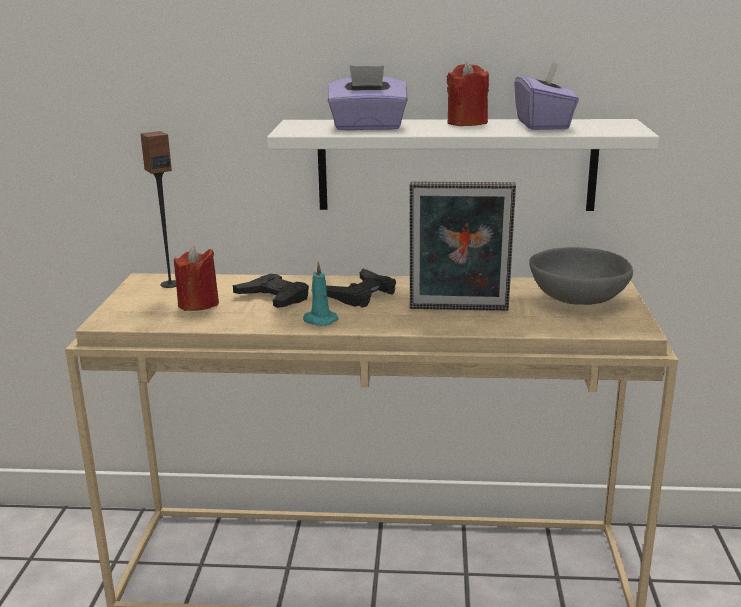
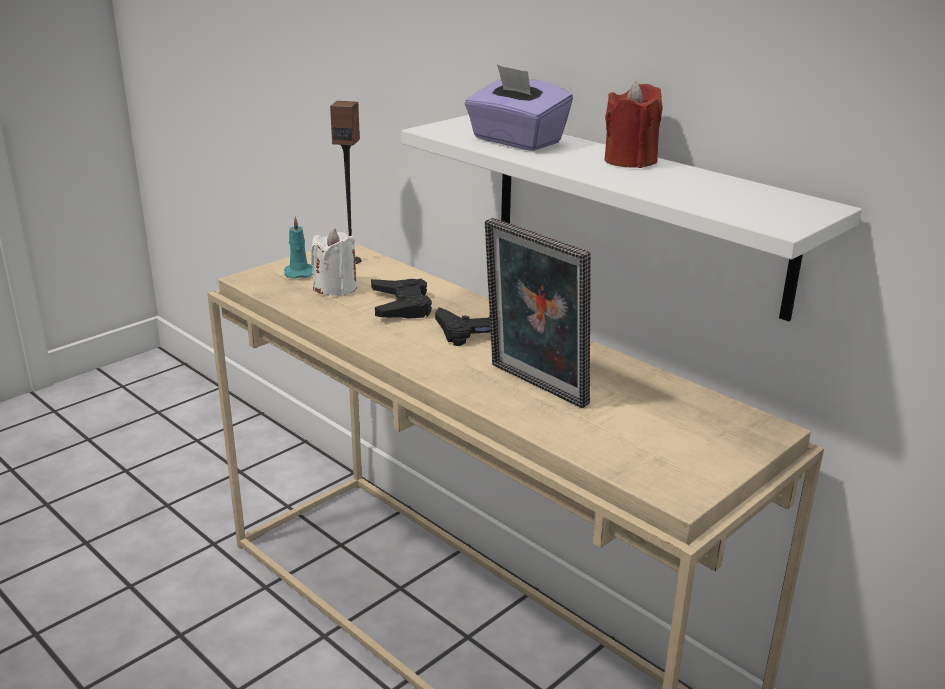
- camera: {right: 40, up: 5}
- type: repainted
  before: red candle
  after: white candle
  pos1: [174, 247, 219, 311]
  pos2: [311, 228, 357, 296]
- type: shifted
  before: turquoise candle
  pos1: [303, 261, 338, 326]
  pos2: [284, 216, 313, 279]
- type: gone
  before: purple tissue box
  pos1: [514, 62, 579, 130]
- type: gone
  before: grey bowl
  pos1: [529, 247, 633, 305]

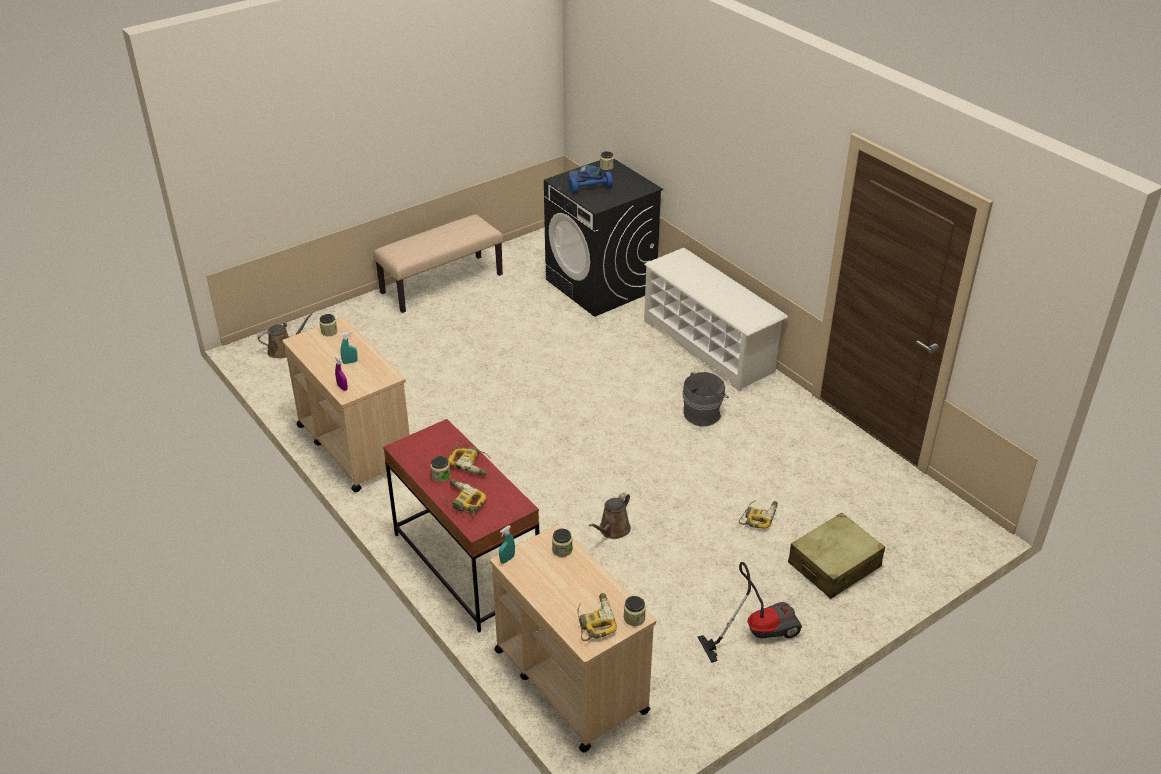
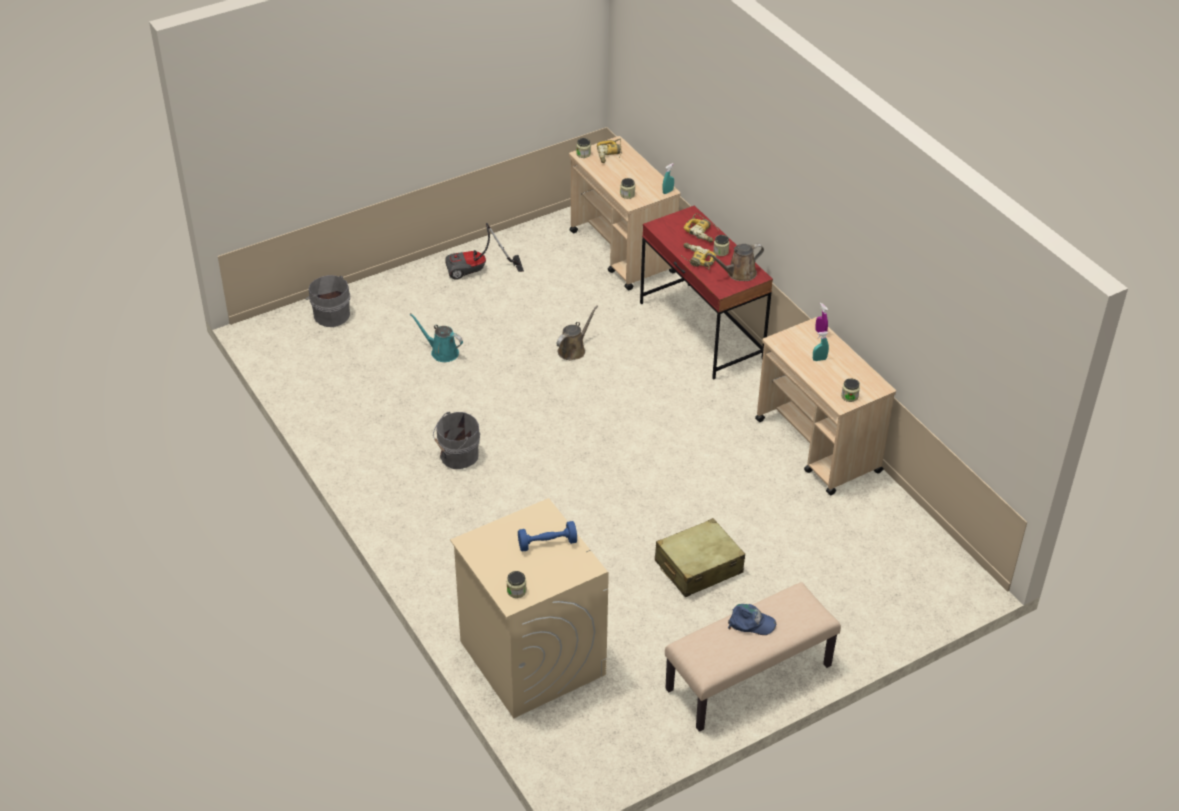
- camera: {right: -175, up: 5}
- type: shifted
  before: brown watering can
  pos1: [258, 313, 313, 358]
  pos2: [707, 243, 764, 281]
- type: repainted
  before: black washing machine
  after: beige washing machine
  pos1: [544, 159, 663, 317]
  pos2: [450, 498, 609, 718]
- type: shifted
  before: blue cap
  pos1: [568, 165, 604, 182]
  pos2: [728, 604, 776, 635]
- type: gone
  before: white shoe rack
  pos1: [644, 248, 788, 392]
- type: swapped
  before: power drill
  after: turquoise watering can
  pos1: [739, 500, 778, 528]
  pos2: [410, 313, 463, 362]
- type: shifted
  before: beige suitcase
  pos1: [788, 512, 885, 599]
  pos2: [655, 518, 745, 597]
- type: new
  after: grey bucket
  pos2: [306, 275, 350, 327]

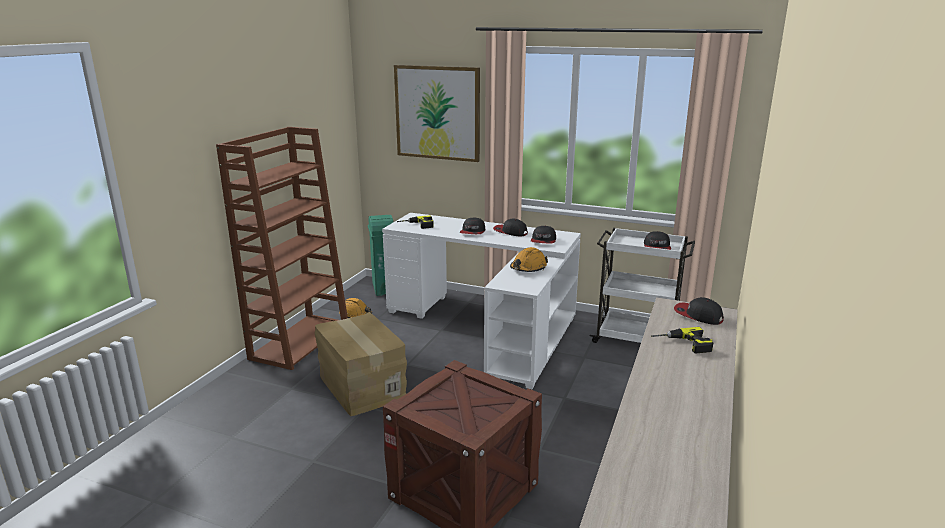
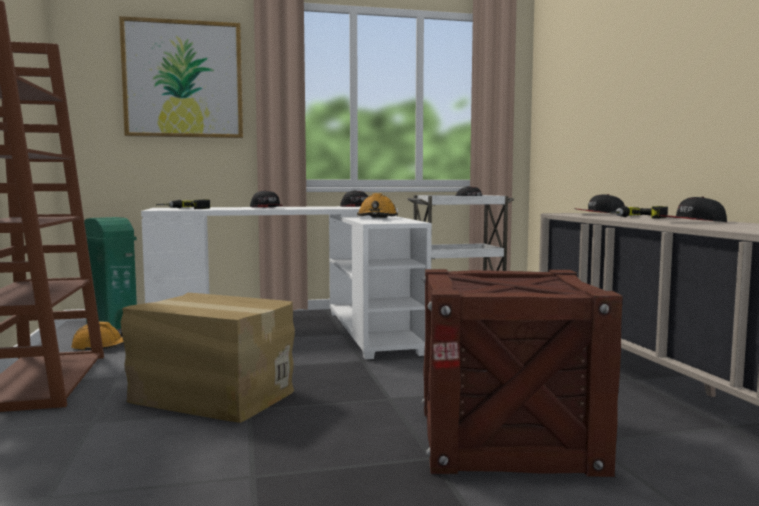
- camera: {right: -35, up: -15}
- type: shifted
  before: cap
  pos1: [493, 219, 528, 236]
  pos2: [658, 197, 727, 222]

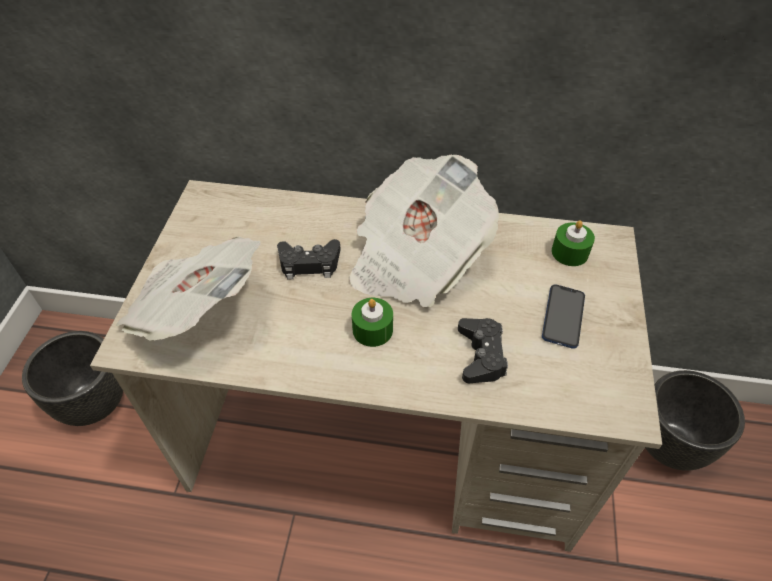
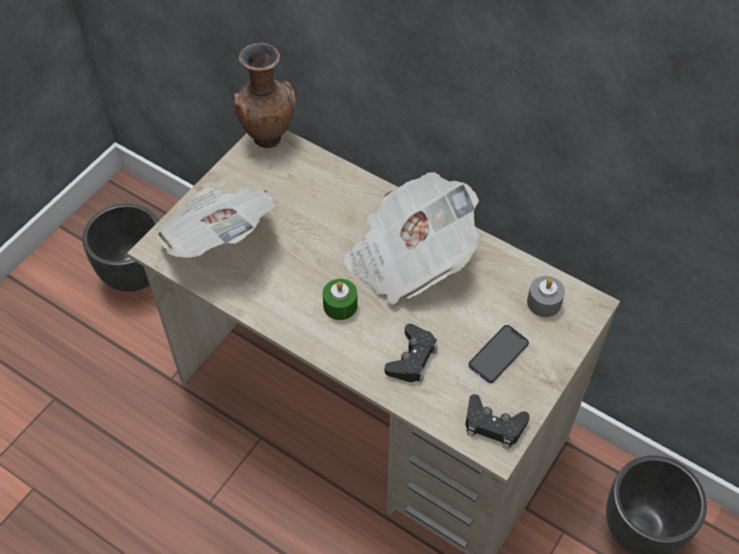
- camera: {right: 25, up: 5}
- type: shifted
  before: black game controller
  pos1: [277, 239, 341, 280]
  pos2: [465, 394, 530, 449]
- type: repainted
  before: green candle
  after: grey candle
  pos1: [551, 220, 595, 266]
  pos2: [527, 276, 565, 317]
- type: new
  after: brown vase
  pos2: [233, 43, 296, 148]

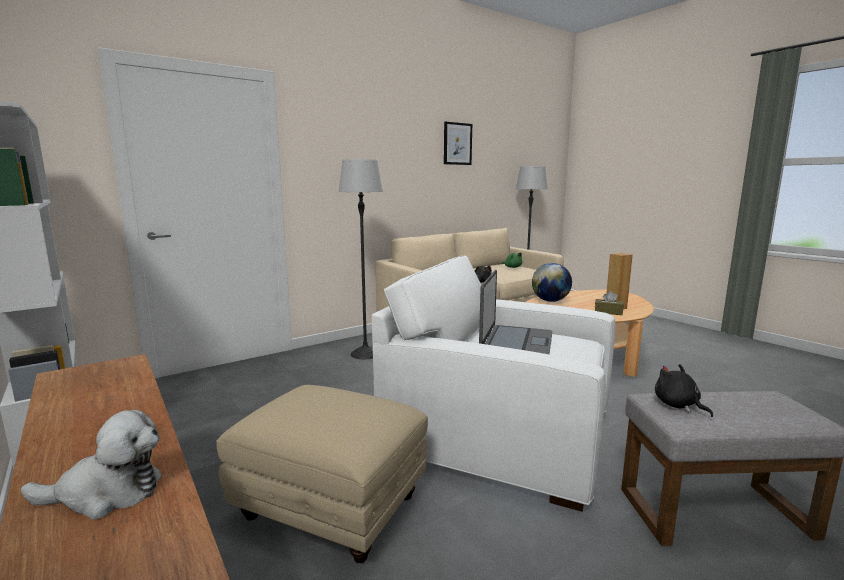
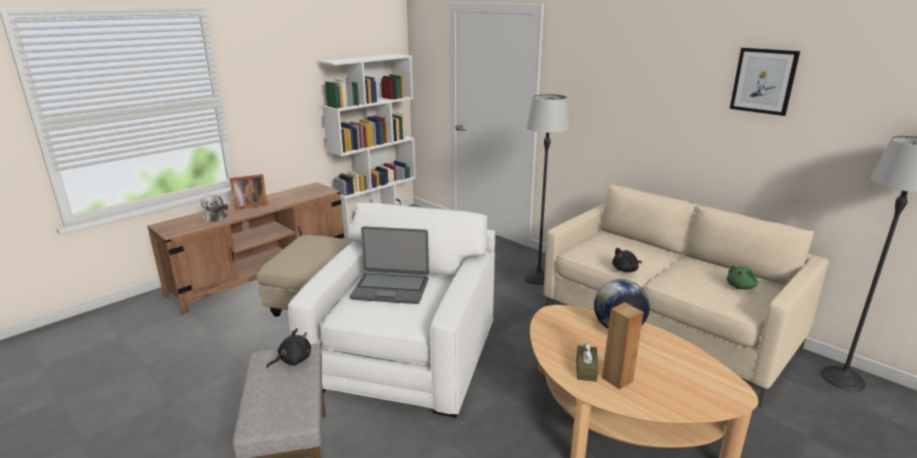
- camera: {right: 80, up: 10}
- type: new
  after: picture frame
  pos2: [230, 174, 268, 210]

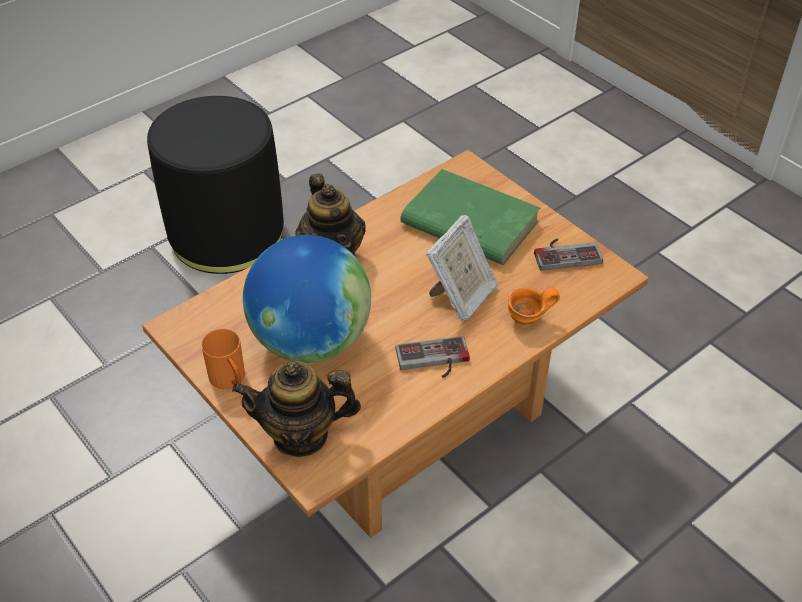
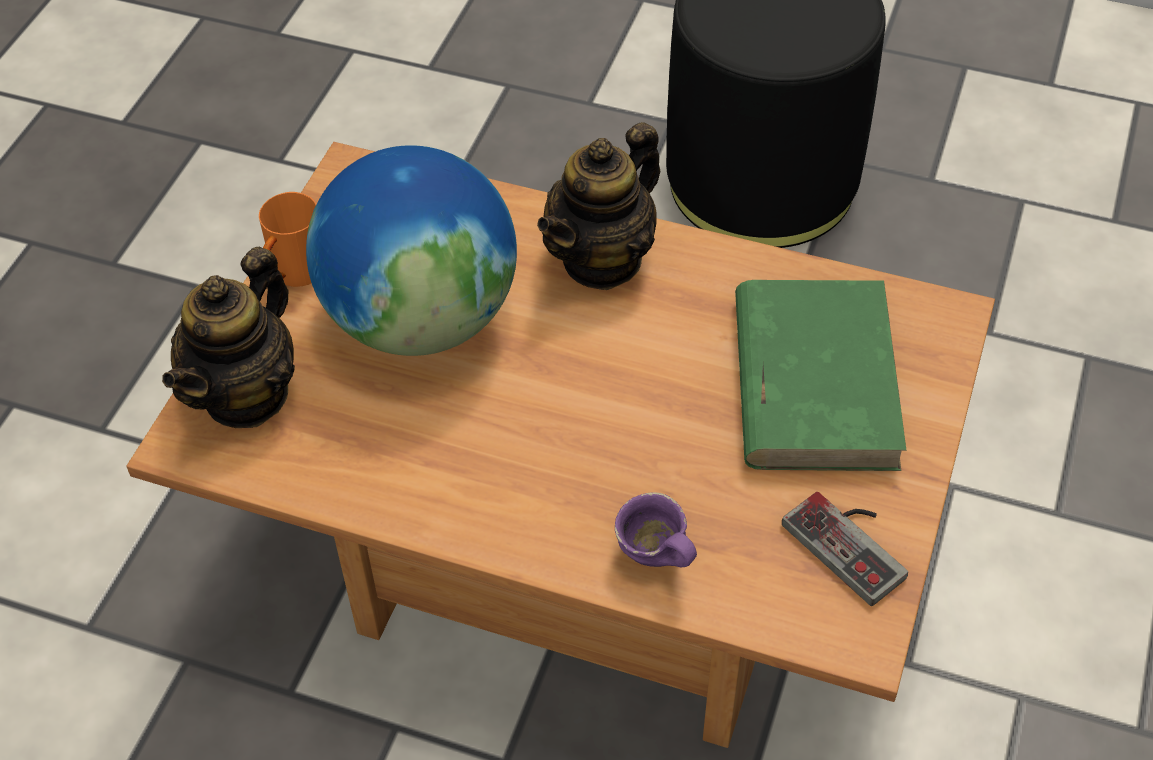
- camera: {right: 60, up: 5}
- type: rotated
  before: teapot
  pos1: [232, 361, 361, 457]
  pos2: [162, 247, 295, 428]
  turn: -120
- type: gone
  before: game controller
  pos1: [396, 336, 470, 378]
- type: gone
  before: picture frame
  pos1: [426, 215, 498, 321]
- type: repainted
  before: orange mug
  after: purple mug
  pos1: [508, 287, 560, 325]
  pos2: [615, 493, 697, 567]

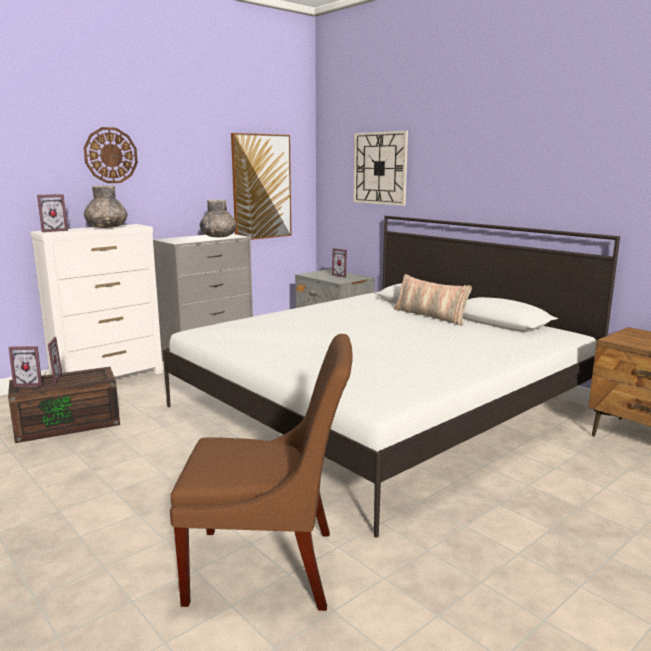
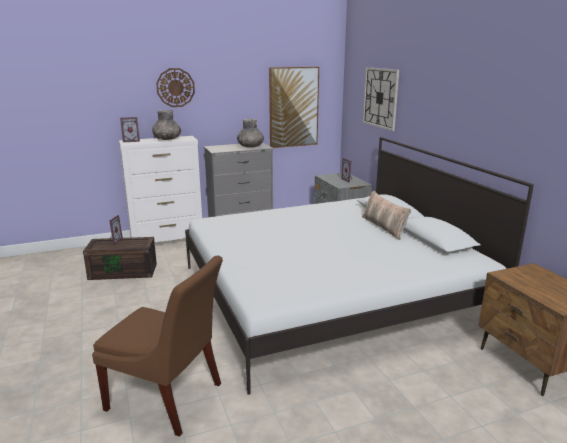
- camera: {right: 20, up: 5}
- type: gone
  before: picture frame
  pos1: [8, 346, 42, 387]

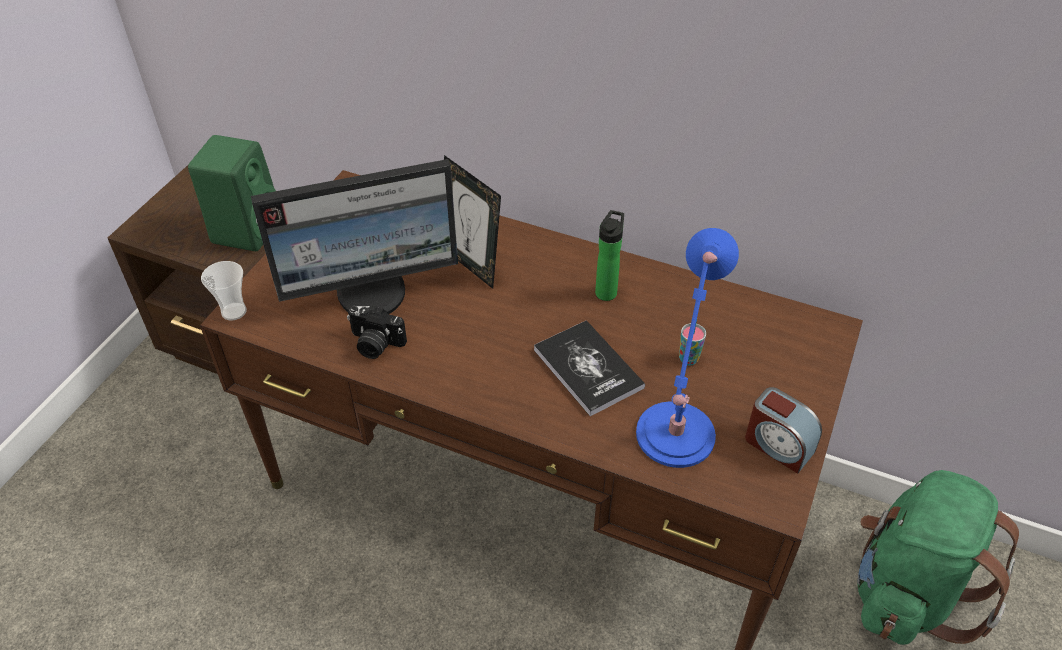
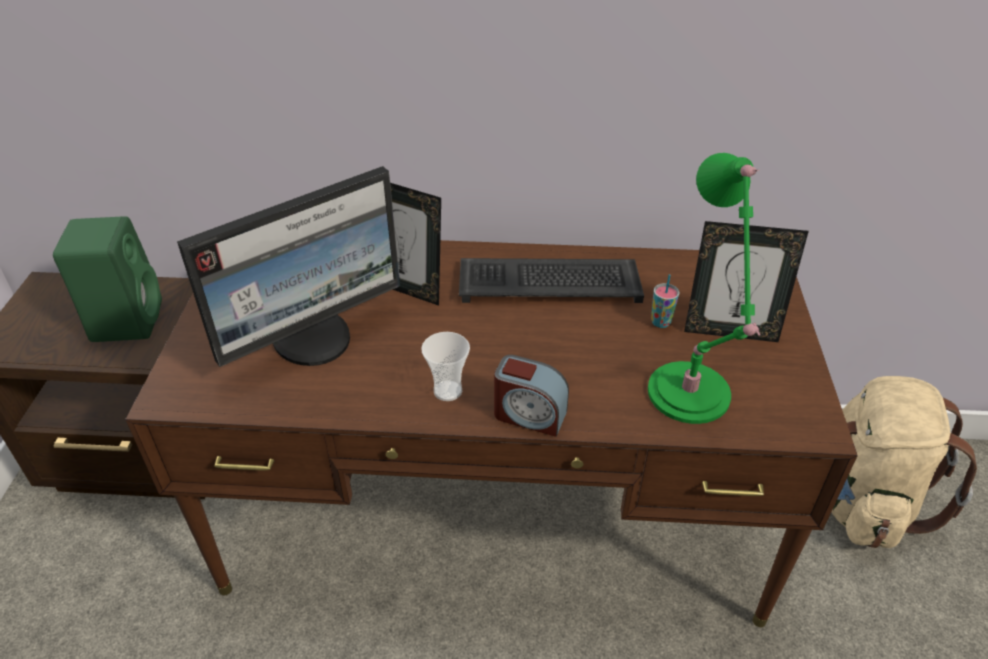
- camera: {right: -20, up: -5}
- type: shifted
  before: cup
  pos1: [201, 261, 247, 321]
  pos2: [421, 332, 470, 401]
- type: gone
  before: photo camera
  pos1: [347, 306, 407, 359]
- type: gone
  before: book
  pos1: [534, 320, 645, 416]
- type: swapped
  before: bottle
  after: keyboard
  pos1: [595, 210, 624, 301]
  pos2: [459, 258, 644, 303]
- type: repainted
  before: blue table lamp
  after: green table lamp
  pos1: [636, 228, 739, 468]
  pos2: [648, 153, 761, 424]
- type: shifted
  before: alarm clock
  pos1: [745, 387, 822, 474]
  pos2: [494, 355, 569, 437]
- type: repainted
  before: green backpack
  after: beige backpack
  pos1: [857, 470, 1019, 645]
  pos2: [832, 376, 977, 548]
- type: new
  after: picture frame
  pos2: [684, 221, 809, 342]

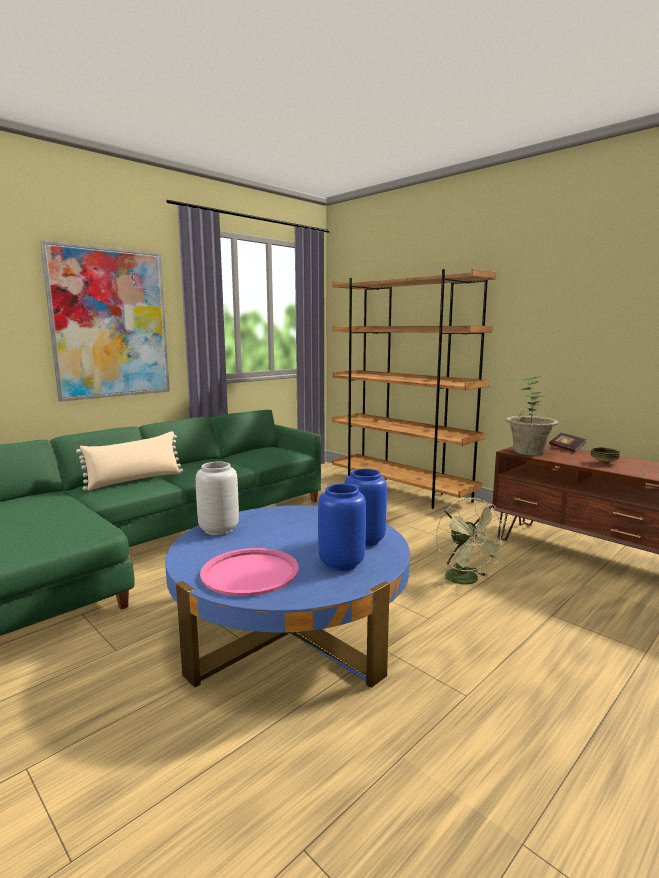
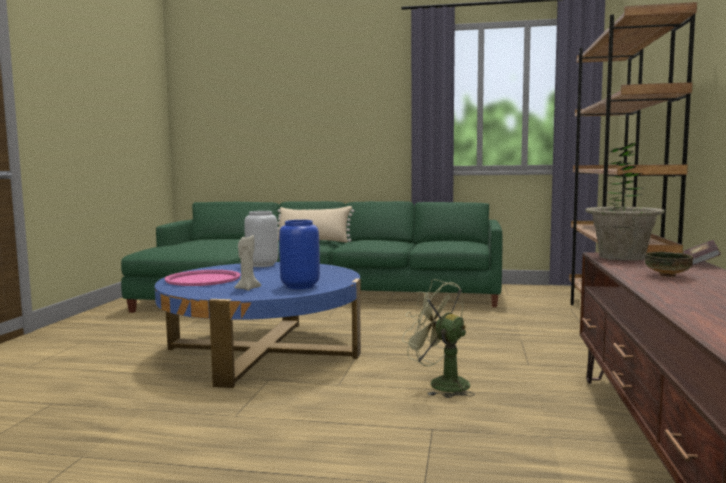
- camera: {right: 55, up: -5}
- type: gone
  before: picture
  pos1: [40, 240, 170, 402]
- type: swapped
  before: blue vase
  after: beige candle
  pos1: [318, 484, 366, 571]
  pos2: [234, 235, 261, 290]
- type: rotated
  before: green fan
  pos1: [436, 498, 507, 587]
  pos2: [402, 279, 475, 398]
  turn: 90

